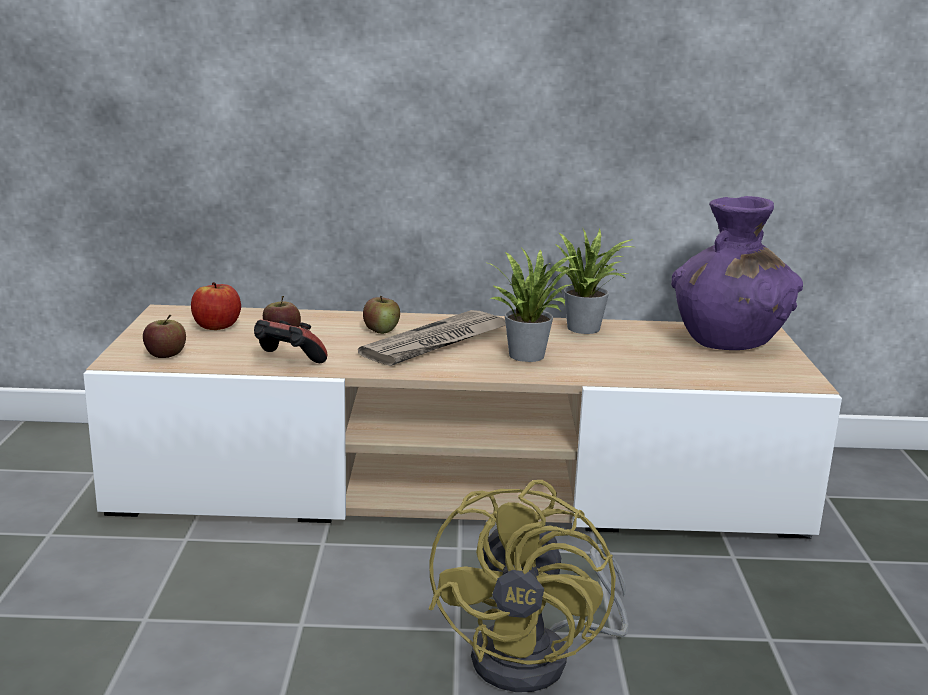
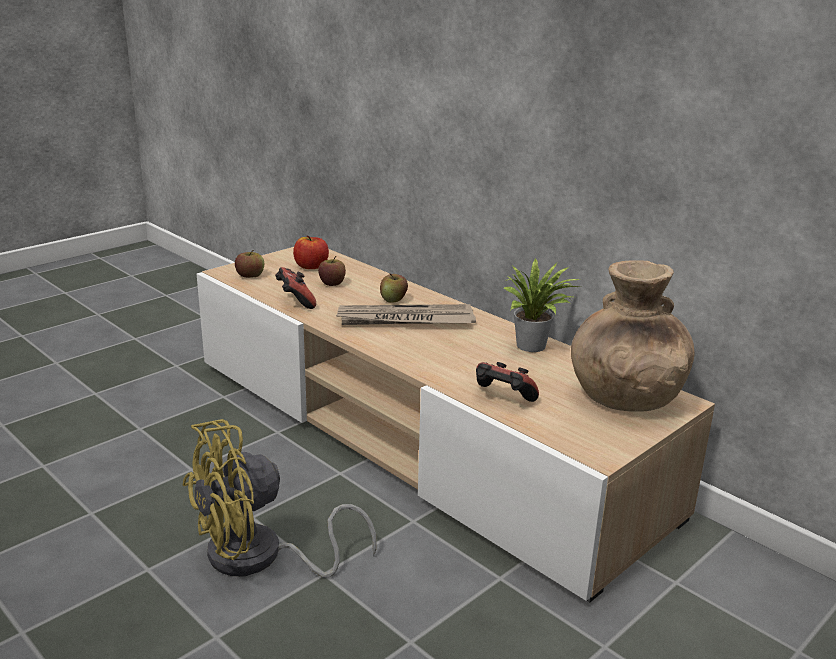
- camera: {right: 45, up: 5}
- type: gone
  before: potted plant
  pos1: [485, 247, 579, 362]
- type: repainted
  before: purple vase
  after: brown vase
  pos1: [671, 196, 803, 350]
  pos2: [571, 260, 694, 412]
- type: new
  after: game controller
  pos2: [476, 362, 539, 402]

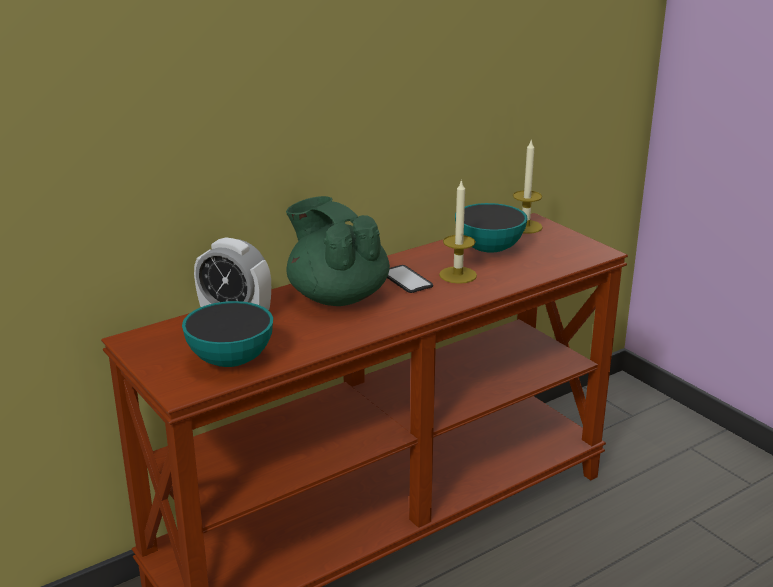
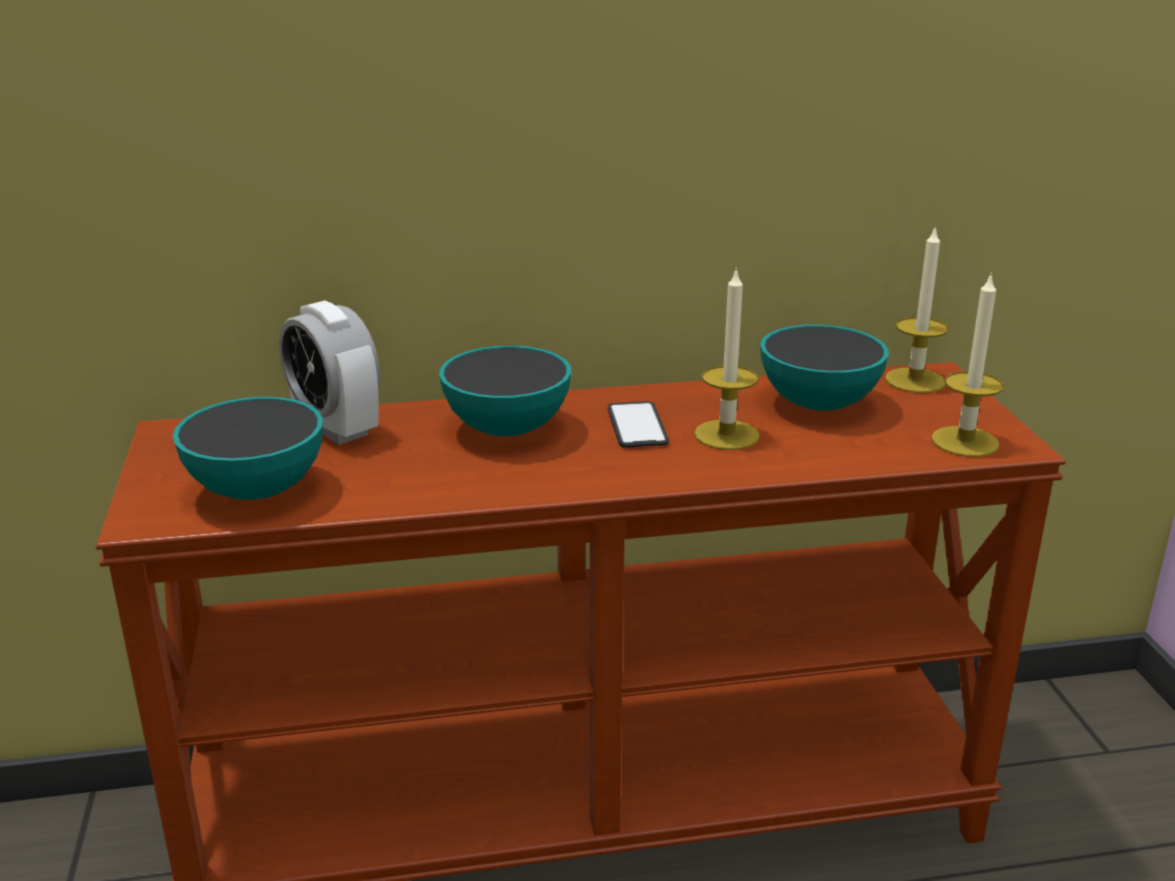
- camera: {right: 25, up: 0}
- type: swapped
  before: green teapot
  after: bowl
  pos1: [286, 196, 390, 306]
  pos2: [439, 346, 571, 436]
- type: new
  after: candle
  pos2: [931, 272, 1004, 457]

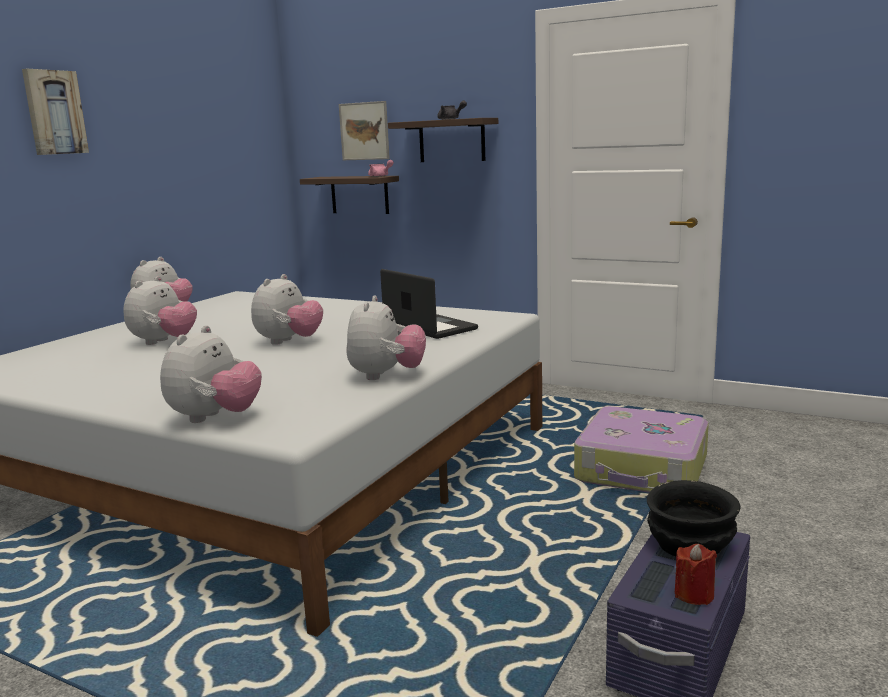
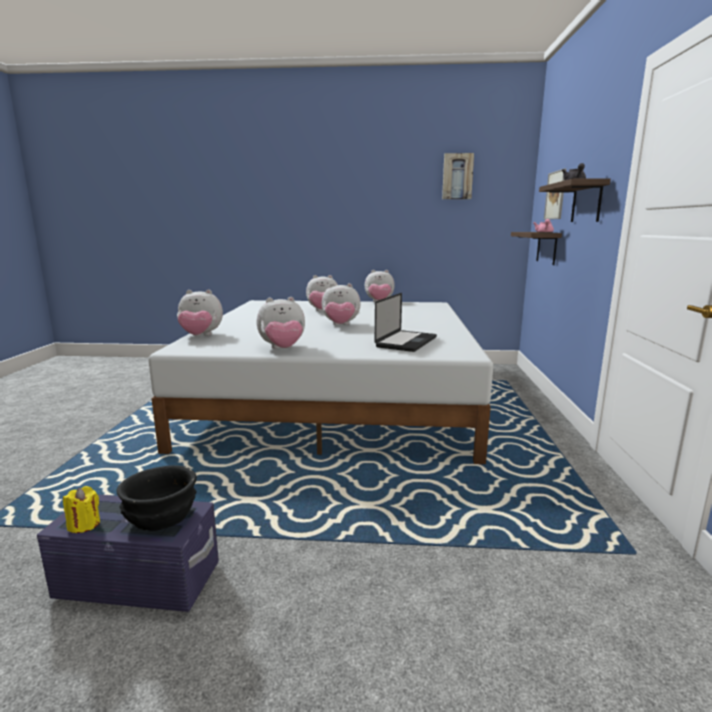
- camera: {right: 65, up: 0}
- type: shifted
  before: picture
  pos1: [22, 69, 89, 155]
  pos2: [442, 153, 474, 199]
- type: gone
  before: suitcase
  pos1: [574, 406, 709, 492]
- type: repainted
  before: red candle
  after: yellow candle
  pos1: [675, 544, 717, 605]
  pos2: [63, 486, 100, 533]

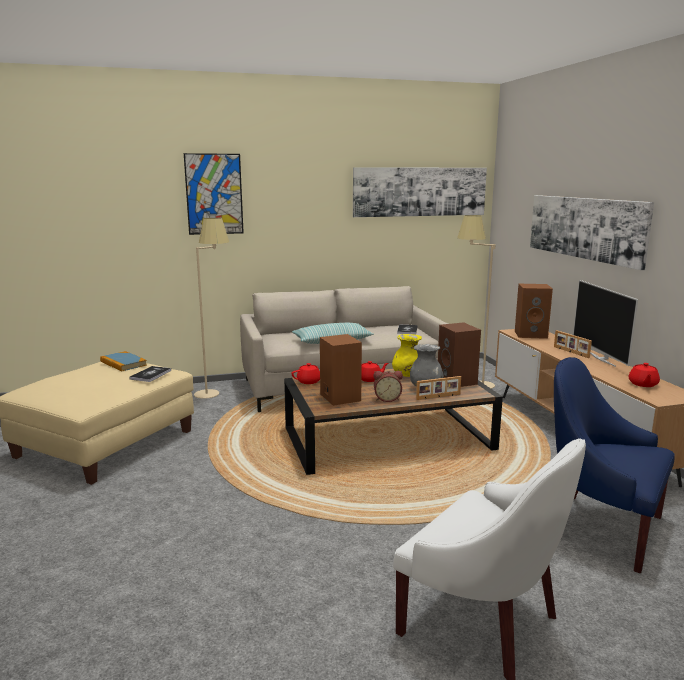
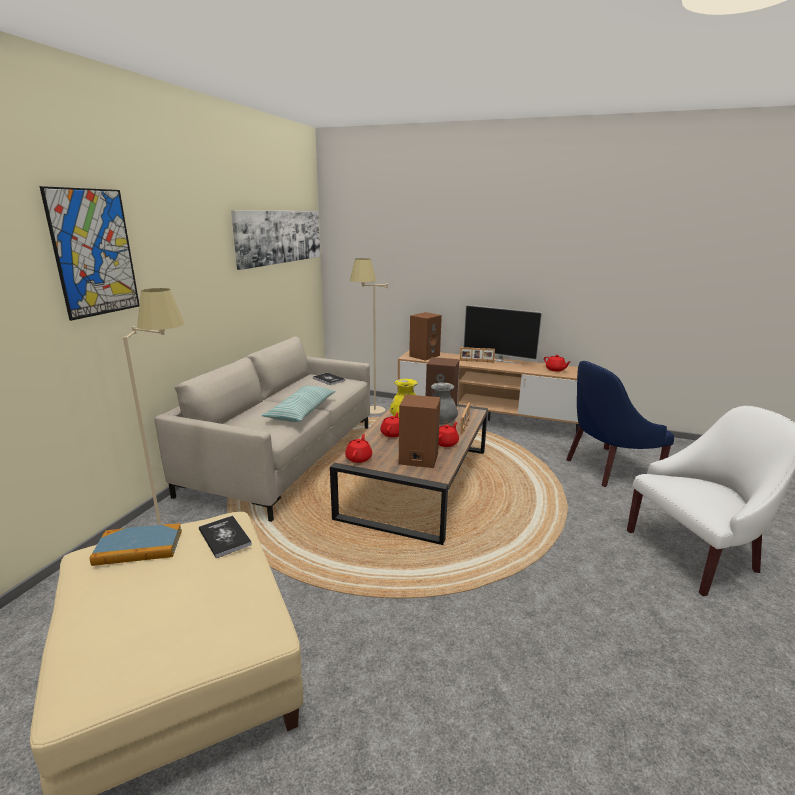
- camera: {right: -55, up: 5}
- type: swapped
  before: alarm clock
  after: red teapot
  pos1: [374, 371, 403, 402]
  pos2: [438, 422, 459, 447]
- type: gone
  before: picture
  pos1: [530, 195, 654, 270]

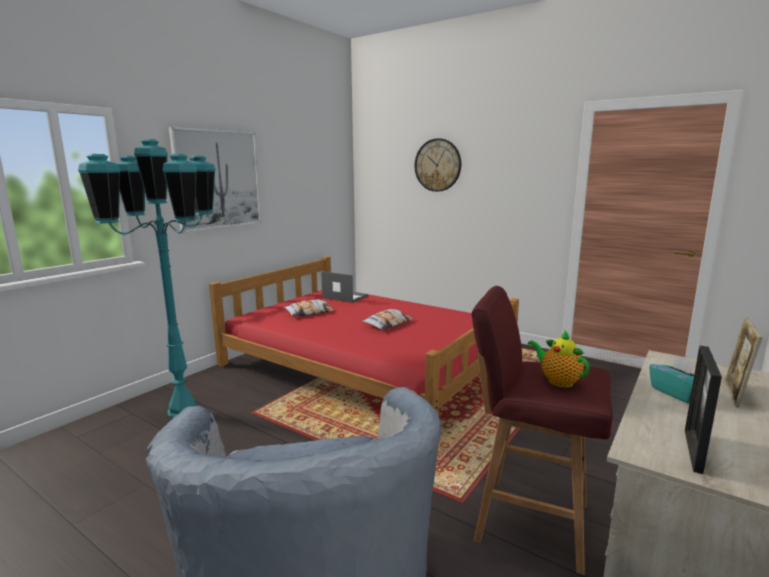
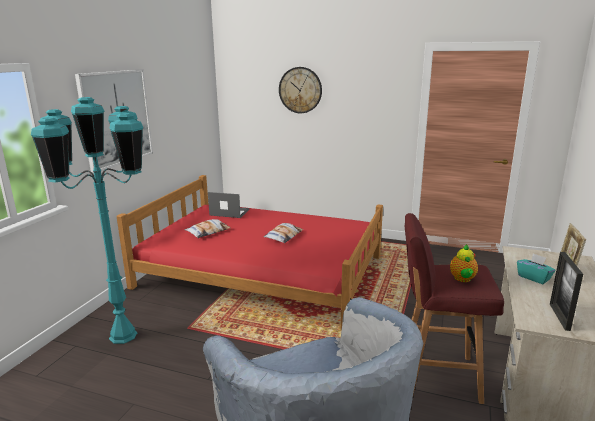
- camera: {right: -15, up: 5}
- type: rotated
  before: teapot
  pos1: [528, 331, 589, 388]
  pos2: [450, 244, 478, 282]
  turn: -120

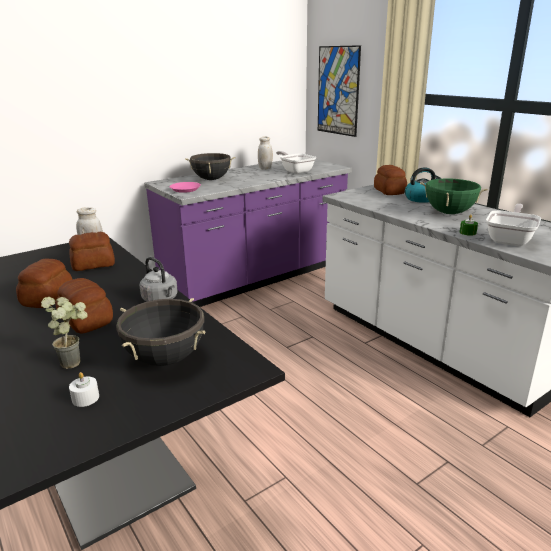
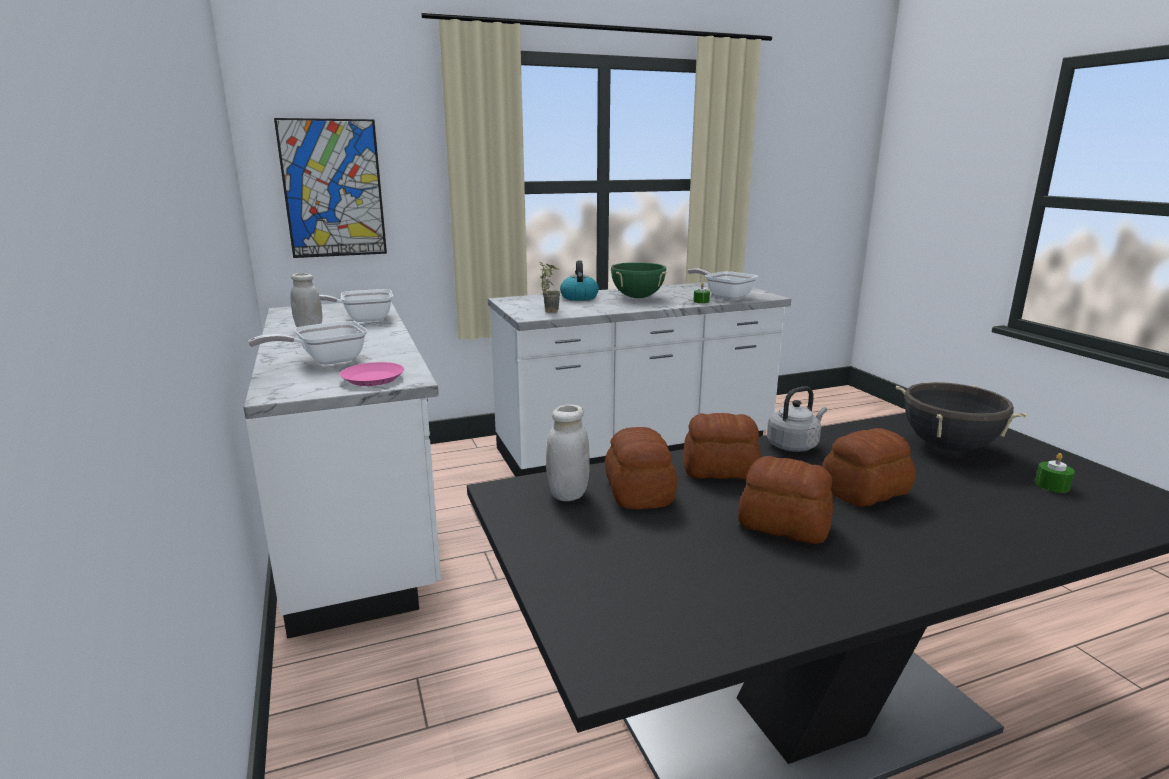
- camera: {right: -75, up: -5}
- type: shifted
  before: potted plant
  pos1: [41, 297, 88, 369]
  pos2: [540, 262, 560, 312]
- type: repainted
  before: white candle
  after: green candle
  pos1: [69, 372, 99, 407]
  pos2: [1035, 453, 1075, 493]
- type: repainted
  before: purple counter
  after: white counter
  pos1: [145, 159, 352, 307]
  pos2: [244, 302, 441, 639]
- type: swapped
  before: black cooking pot
  after: frying pan
  pos1: [185, 153, 236, 180]
  pos2: [248, 321, 367, 365]
- type: shifted
  before: bread
  pos1: [374, 165, 407, 195]
  pos2: [684, 413, 761, 480]

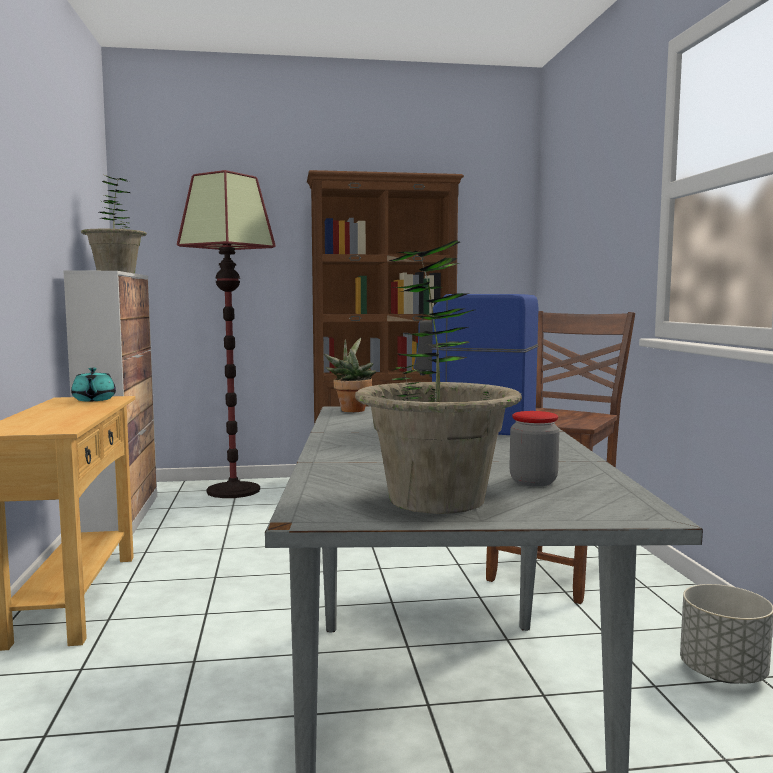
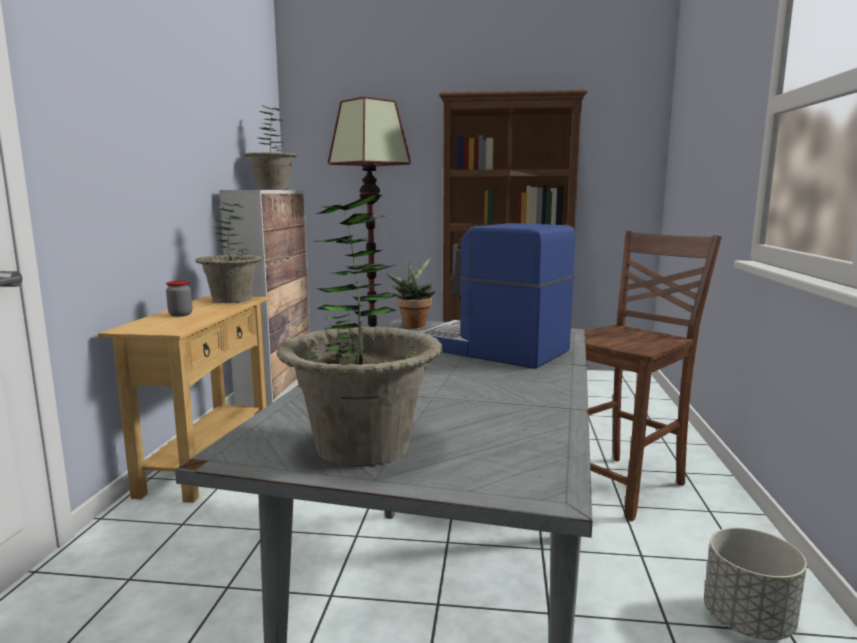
- camera: {right: 15, up: 5}
- type: swapped
  before: turquoise teapot
  after: potted plant
  pos1: [71, 368, 116, 401]
  pos2: [195, 200, 262, 303]
- type: shifted
  before: jar
  pos1: [509, 411, 559, 487]
  pos2: [166, 281, 192, 316]

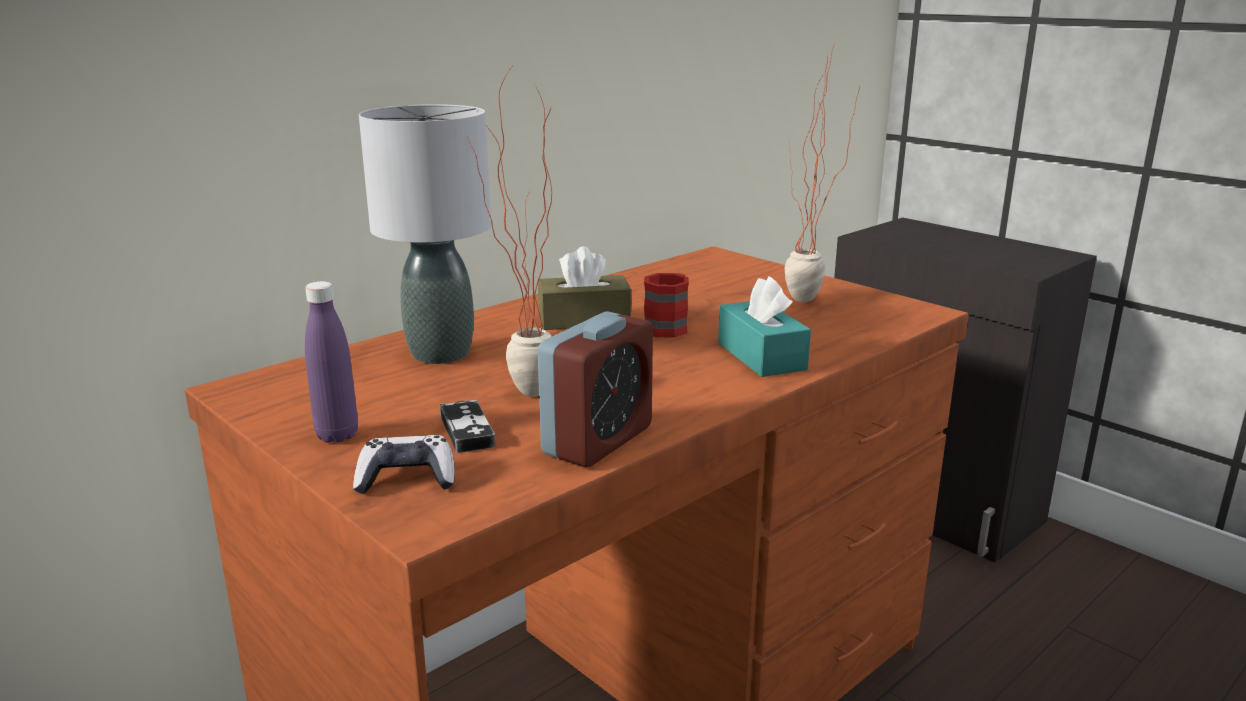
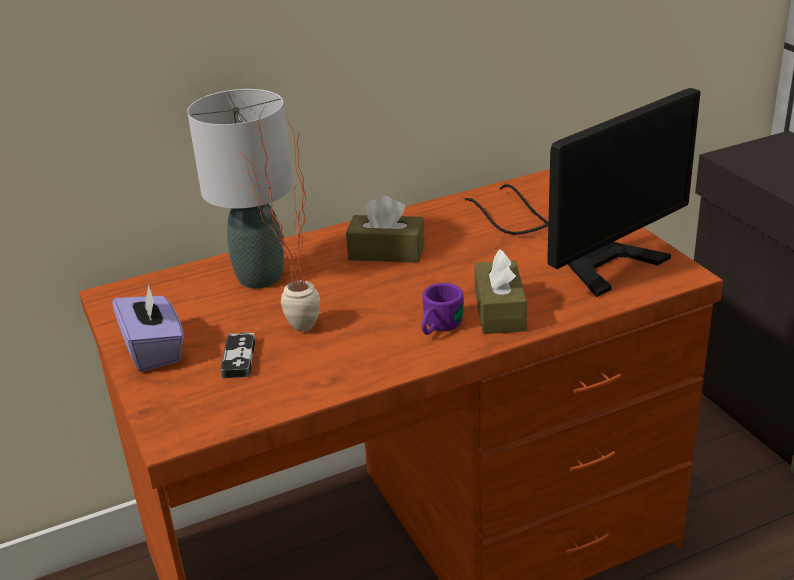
- camera: {right: 20, up: 10}
- type: swapped
  before: purple bottle
  after: purple tissue box
  pos1: [305, 281, 358, 443]
  pos2: [112, 285, 184, 372]
- type: gone
  before: game controller
  pos1: [353, 435, 455, 494]
- type: gone
  before: alarm clock
  pos1: [538, 311, 653, 467]
- type: gone
  before: red mug
  pos1: [644, 273, 689, 338]
- type: repainted
  before: turquoise tissue box
  after: brown tissue box
  pos1: [718, 276, 811, 377]
  pos2: [474, 249, 527, 334]
- type: swapped
  before: potted plant
  after: monitor
  pos1: [785, 43, 859, 302]
  pos2: [465, 88, 701, 297]
- type: new
  after: purple mug
  pos2: [421, 283, 464, 335]

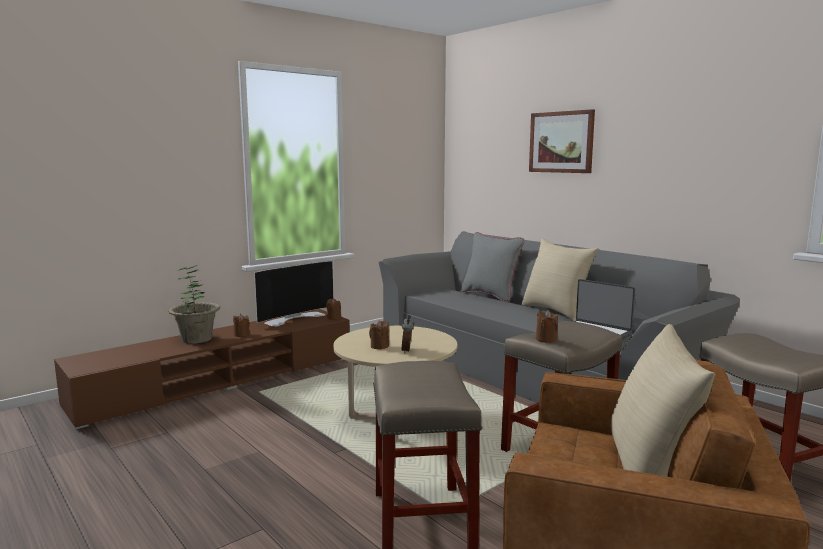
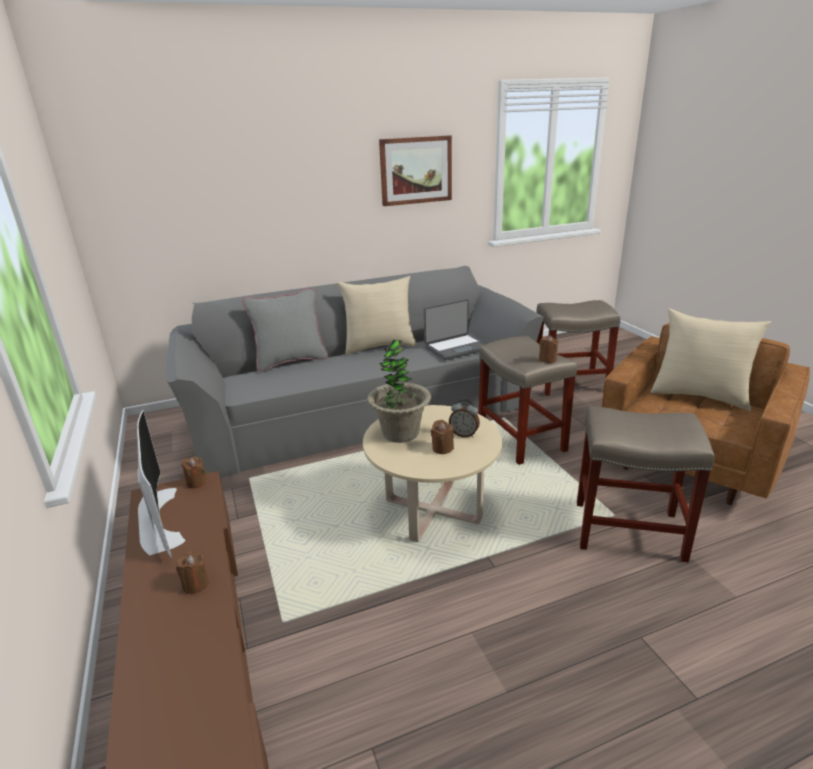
- camera: {right: -70, up: 15}
- type: shifted
  before: potted plant
  pos1: [169, 265, 220, 344]
  pos2: [367, 340, 431, 443]
- type: shifted
  before: picture
  pos1: [529, 109, 595, 173]
  pos2: [379, 135, 452, 206]

